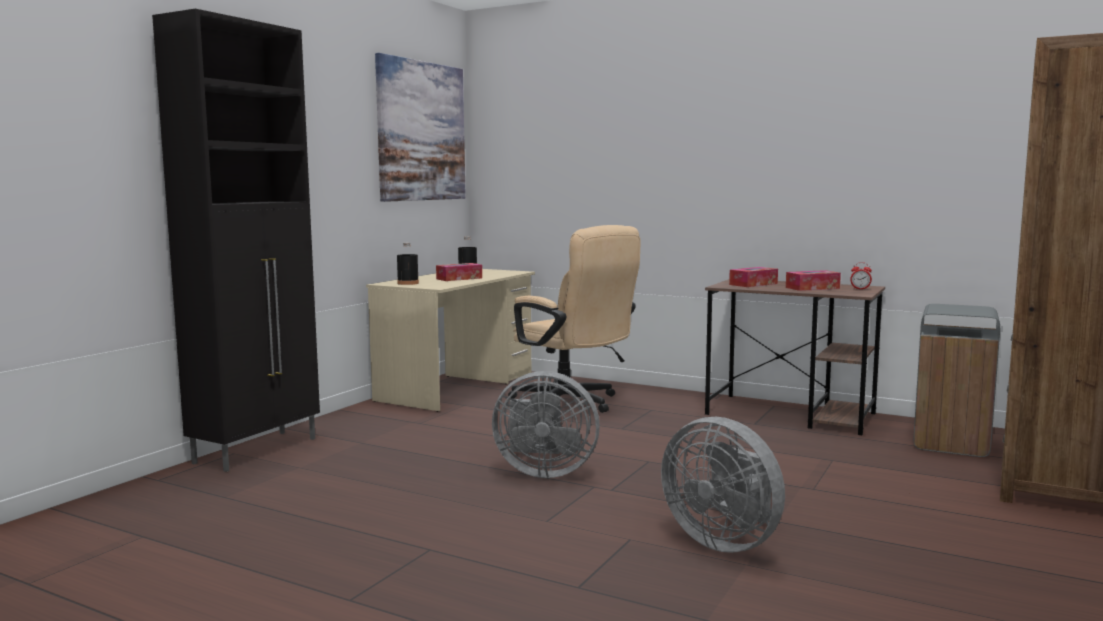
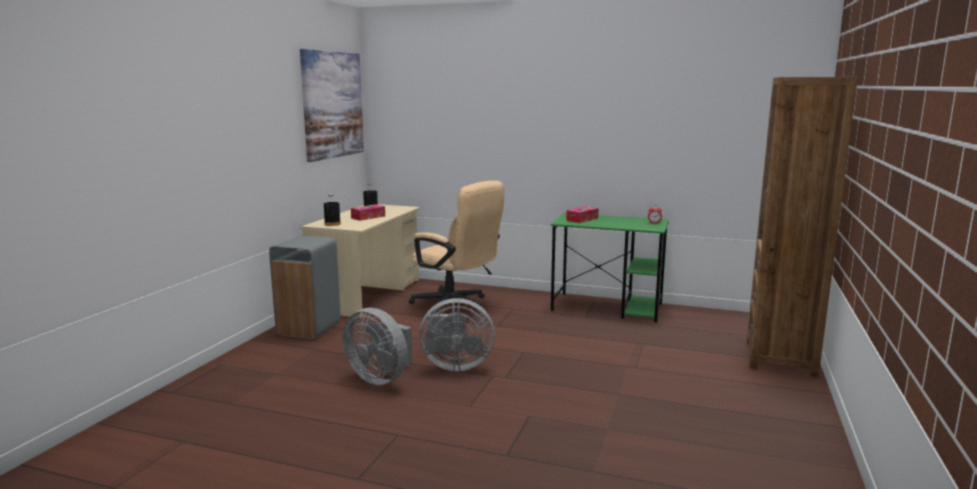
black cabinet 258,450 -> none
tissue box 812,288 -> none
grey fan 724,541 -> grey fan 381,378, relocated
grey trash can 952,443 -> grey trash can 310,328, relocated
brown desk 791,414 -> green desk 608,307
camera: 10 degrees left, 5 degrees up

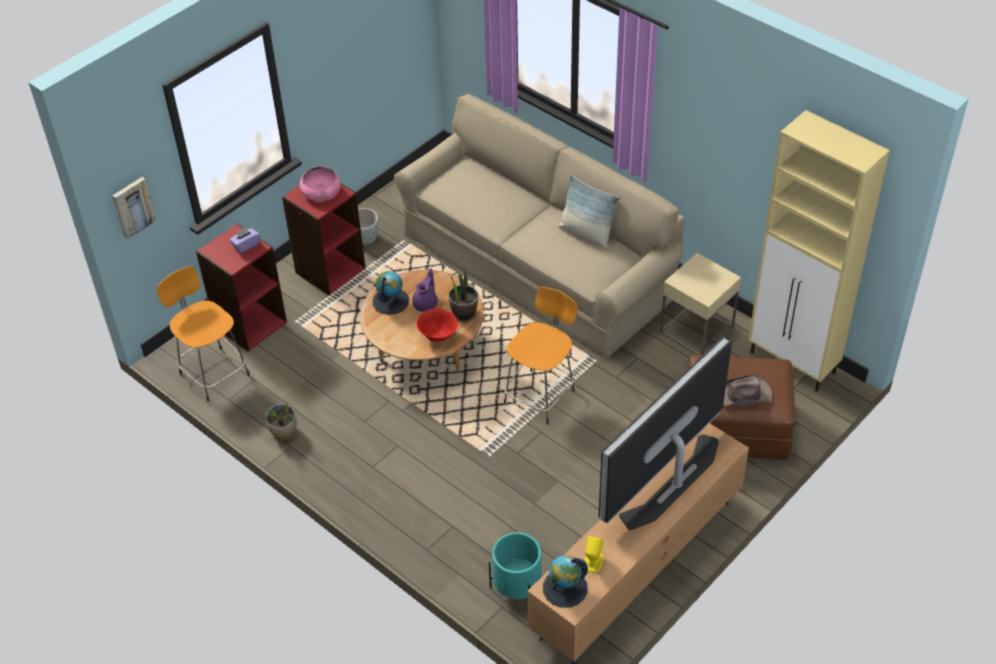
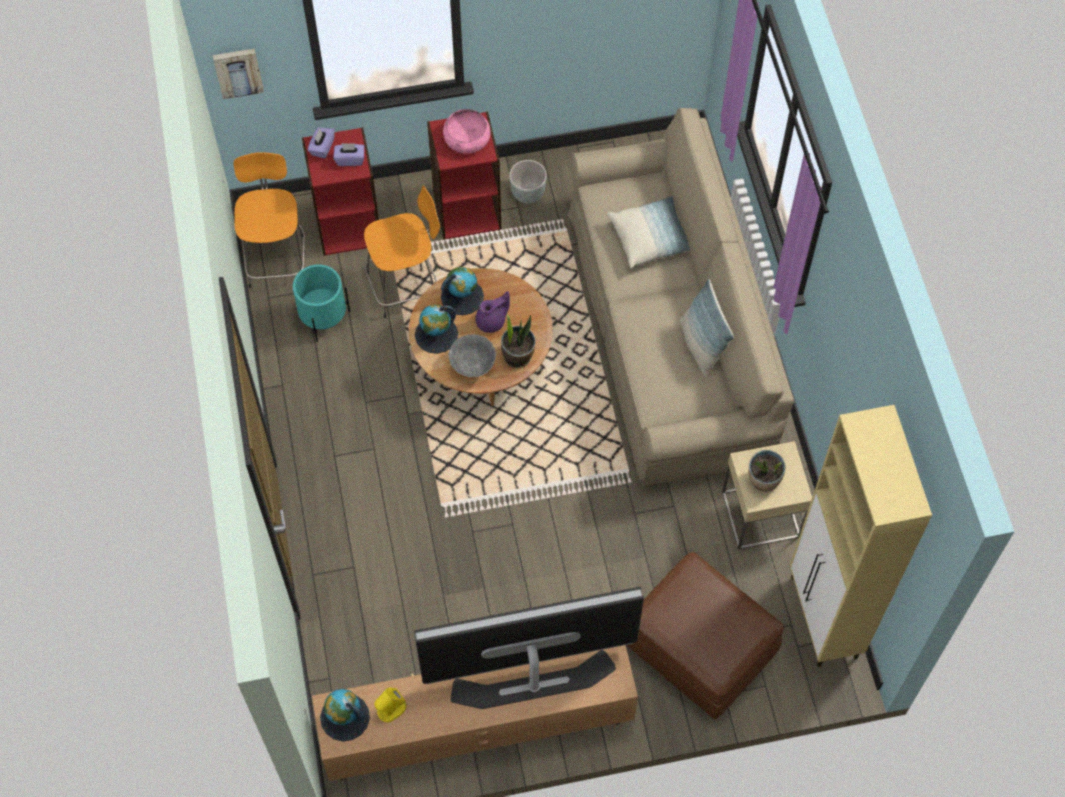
brown hat 744,395 -> none
none -> purple tissue box 322,148
none -> globe 436,334
none -> pillow 650,238
potted plant 284,432 -> potted plant 764,480, relocated
turquoise planter 517,589 -> turquoise planter 323,318, relocated
orange stool 540,395 -> orange stool 405,286, relocated
red bowl 438,336 -> grey bowl 472,366
camera: 35 degrees right, 15 degrees up

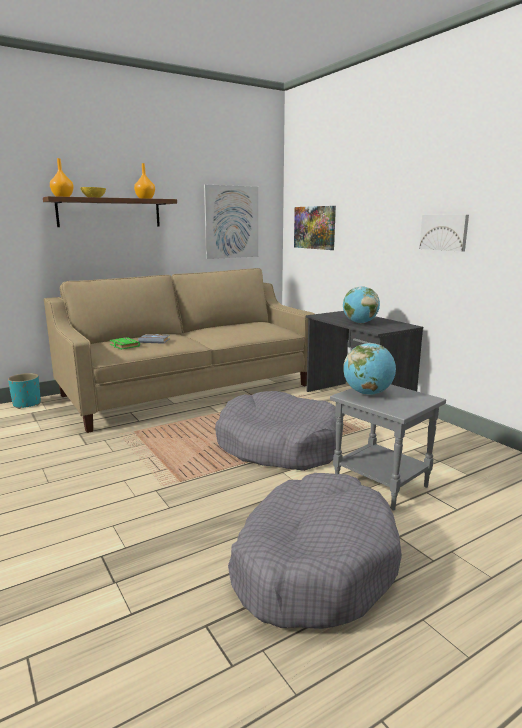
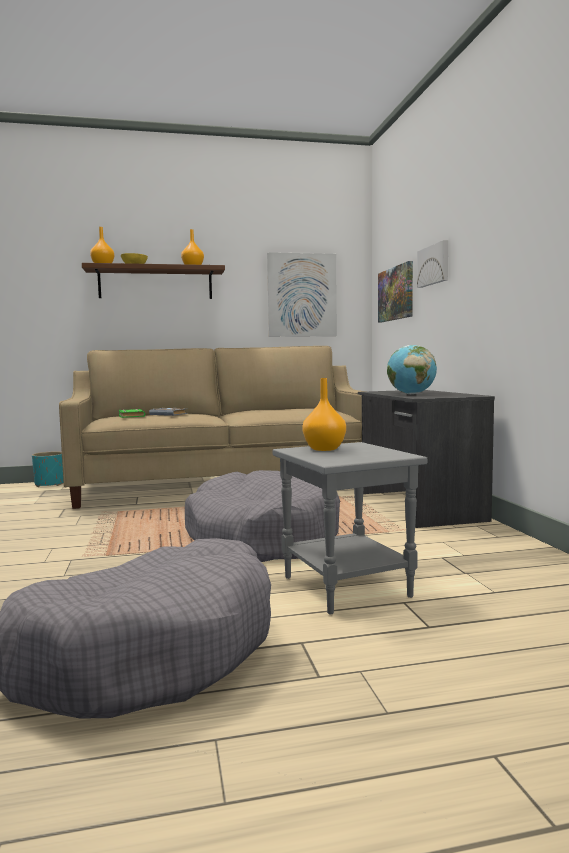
picture 444,232 -> picture 434,265, relocated
globe 368,393 -> orange vase 325,449
camera: 20 degrees right, 10 degrees down

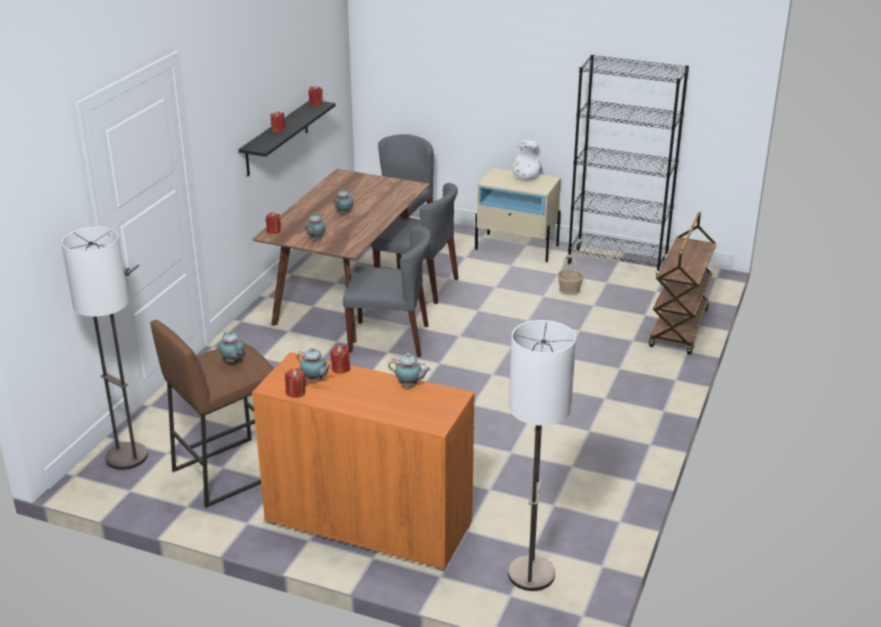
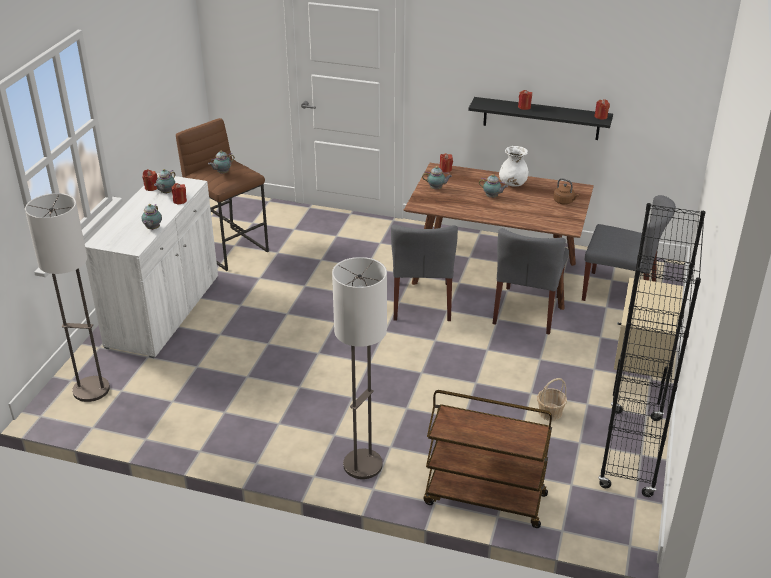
none -> brown kettle 564,201
floor lamp 127,457 -> floor lamp 363,465, relocated
white vase 526,178 -> white vase 512,184, relocated
orange cabinet 368,523 -> white cabinet 164,311
camera: 85 degrees right, 5 degrees up

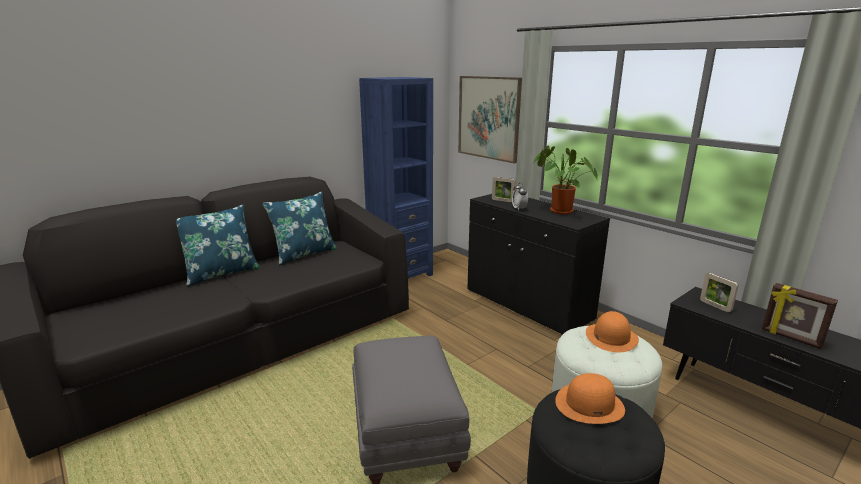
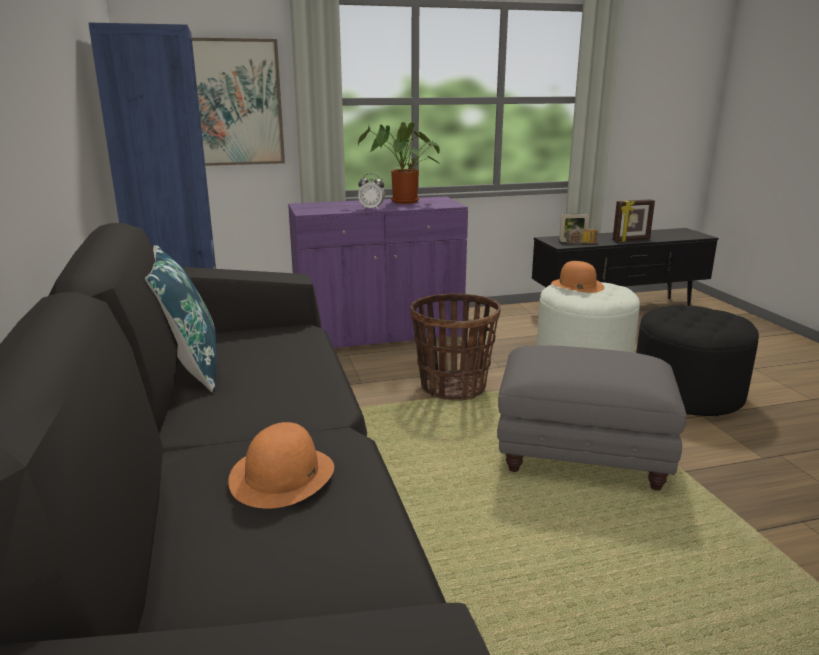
blue pillow 221,273 -> none
picture frame 502,200 -> none
none -> basket 452,387
none -> radio 581,243
orange hat 589,404 -> orange hat 282,475, relocated
black cabinet 527,305 -> purple cabinet 379,334
camera: 65 degrees left, 0 degrees up

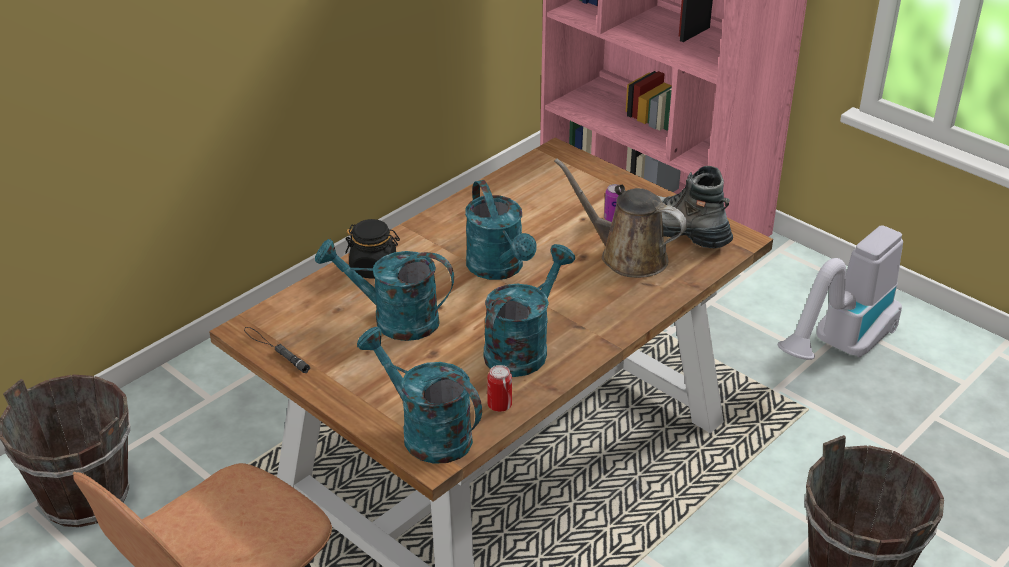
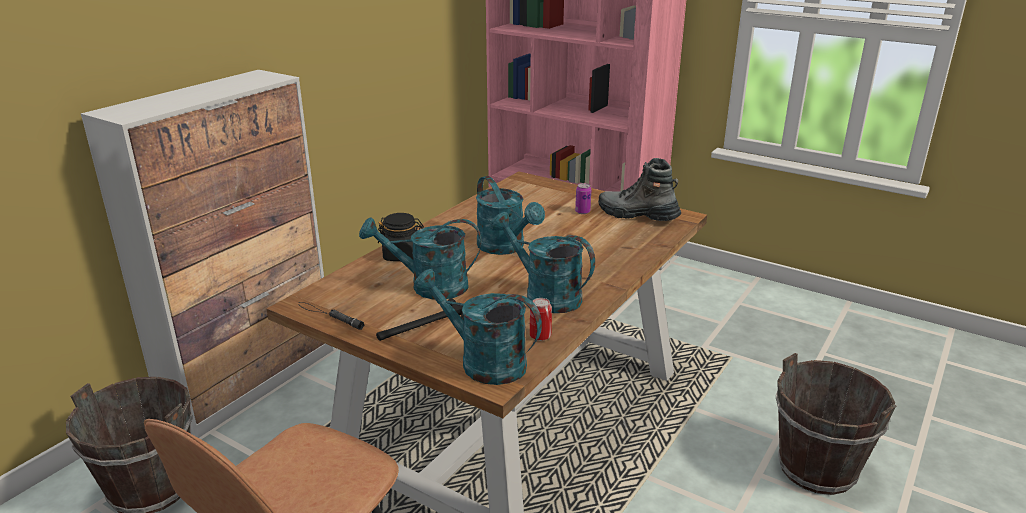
brown watering can 627,256 -> none
vacuum cleaner 839,348 -> none
none -> cabinet 253,382
none -> hammer 422,325
turquoise watering can 522,348 -> turquoise watering can 544,295, 75 degrees counterclockwise
camera: 10 degrees left, 10 degrees down

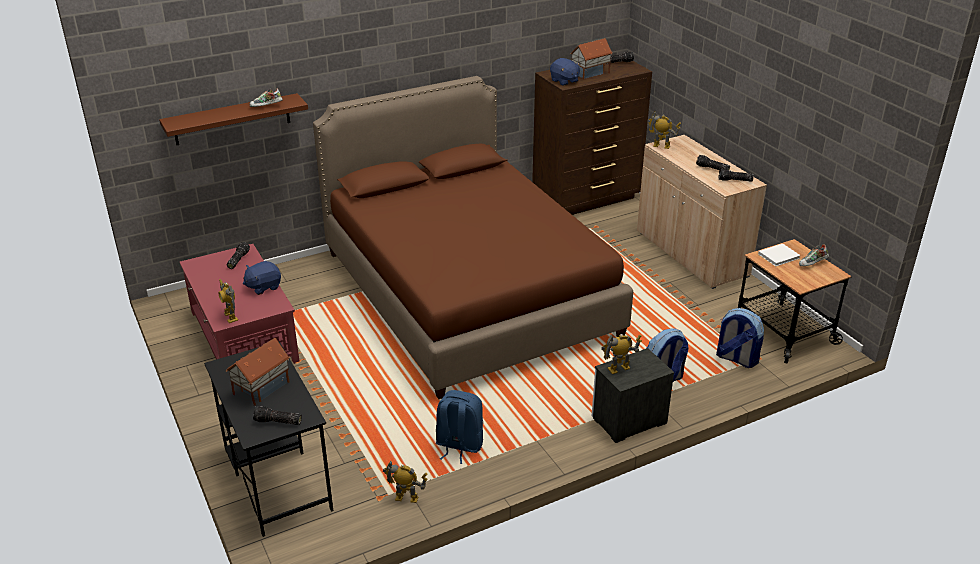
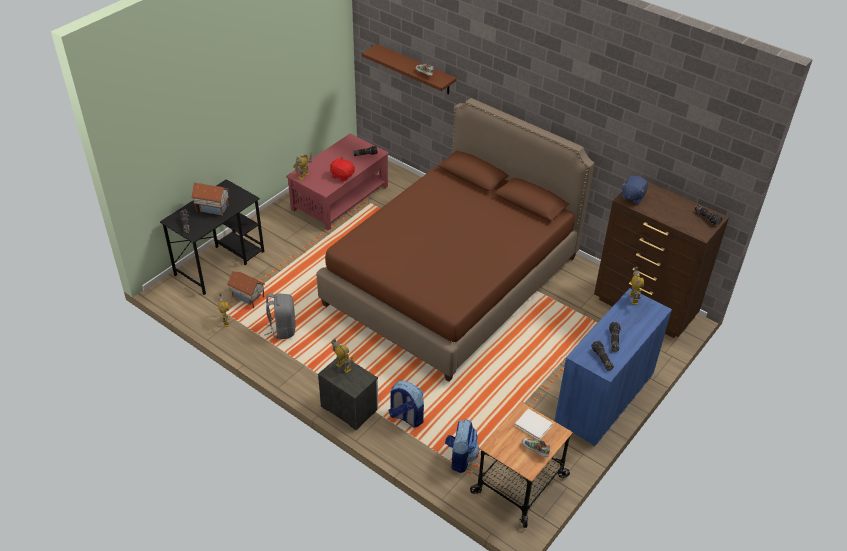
toy house 590,73 -> toy house 247,298, relocated
blue plush toy 263,287 -> red plush toy 342,176
blue backpack 458,445 -> grey backpack 282,329
beige cabinet 691,253 -> blue cabinet 604,398
camera: 65 degrees right, 10 degrees up

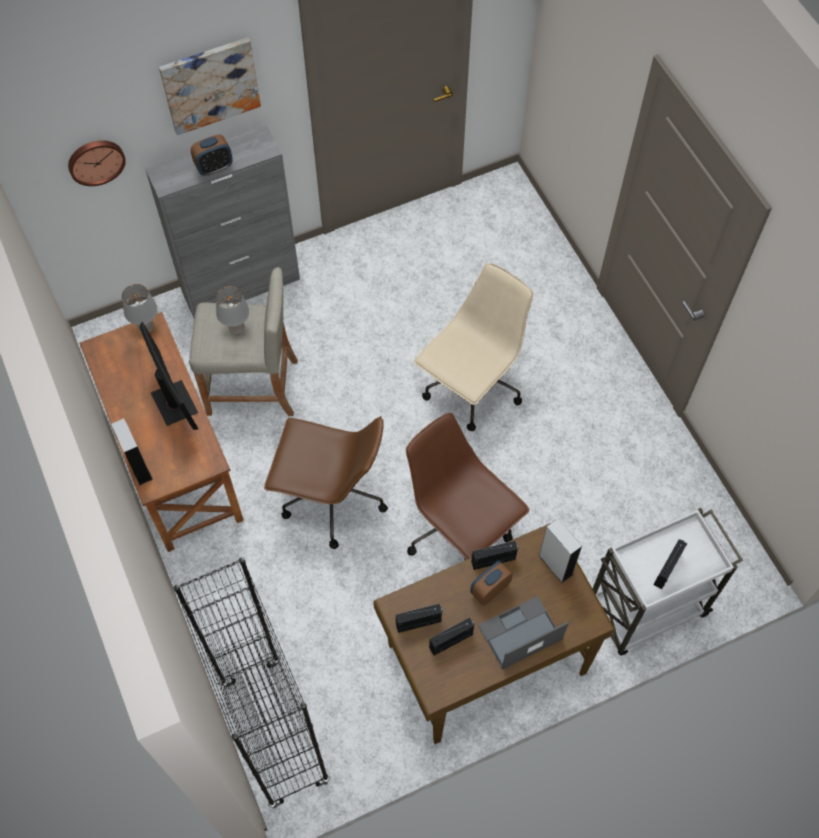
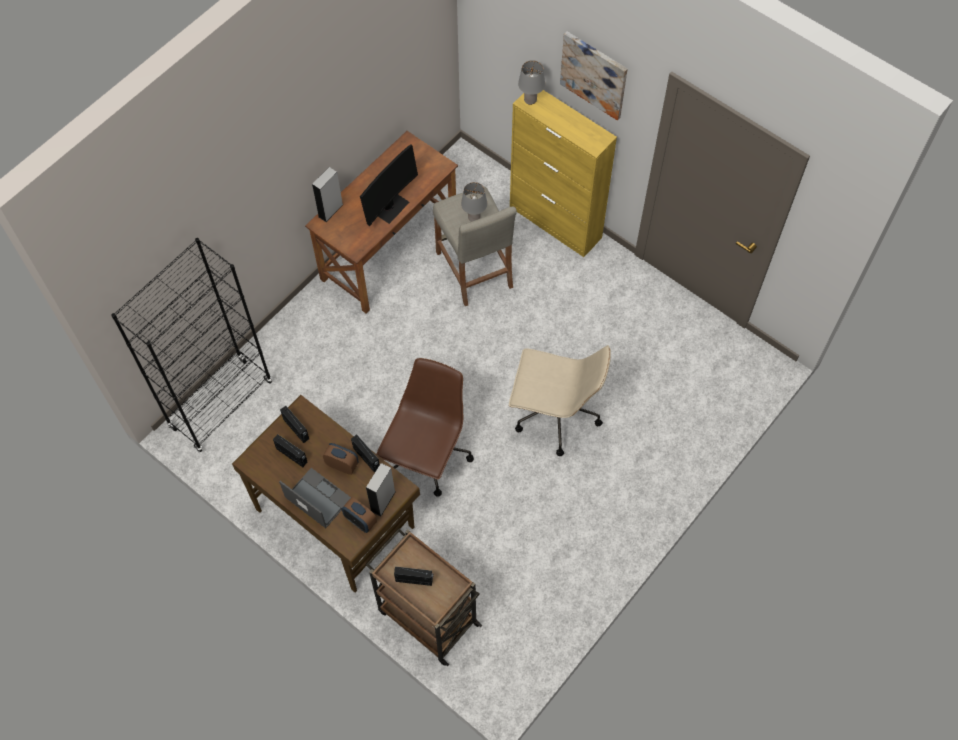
wall clock 96,161 -> none
brown office chair 331,498 -> none
grey table lamp 146,327 -> grey table lamp 530,100, relocated
alarm clock 214,167 -> alarm clock 360,521, relocated
grey cabinet 242,285 -> yellow cabinet 555,222
white cart 645,609 -> brown cart 427,616
camera: 65 degrees right, 0 degrees up

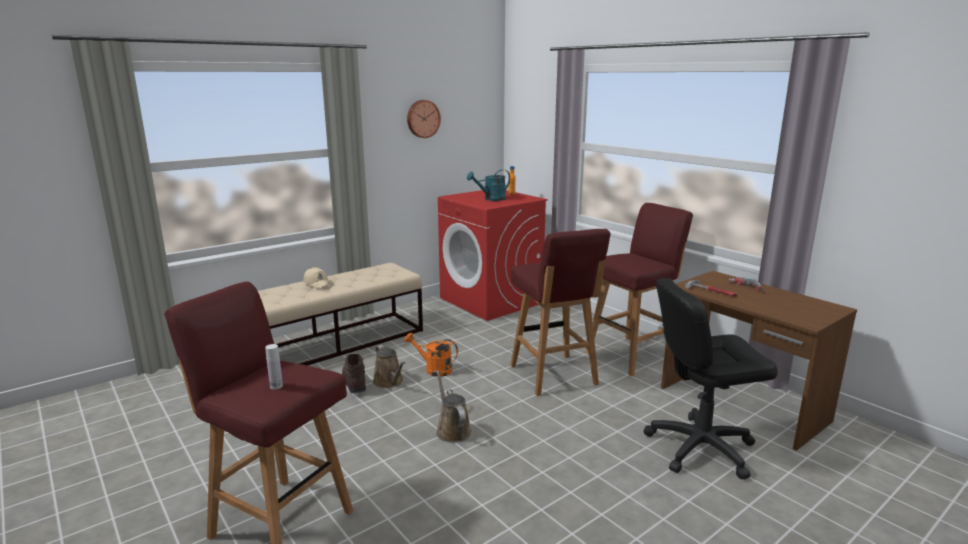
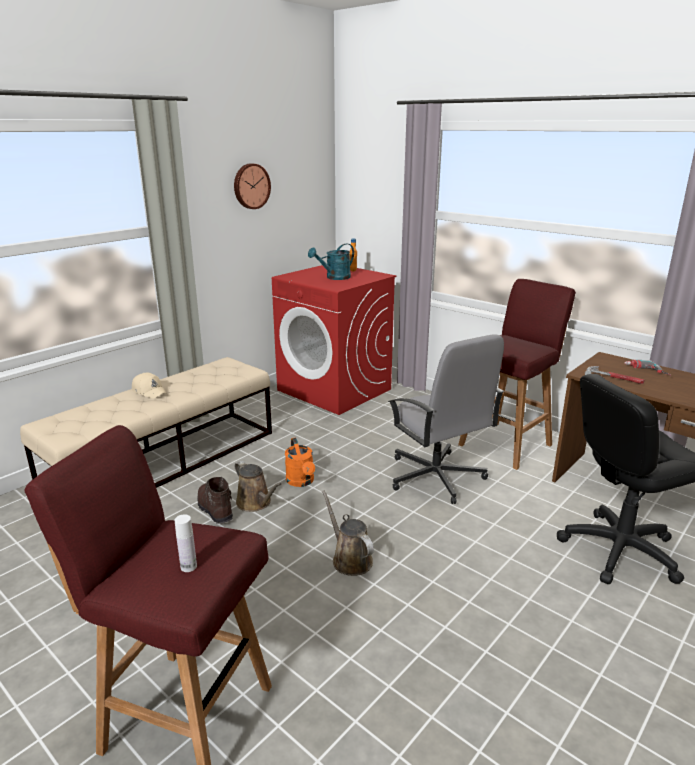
red stool 554,376 -> grey office chair 436,477
orange watering can 434,369 -> orange watering can 301,482, 120 degrees counterclockwise
camera: 10 degrees left, 5 degrees up

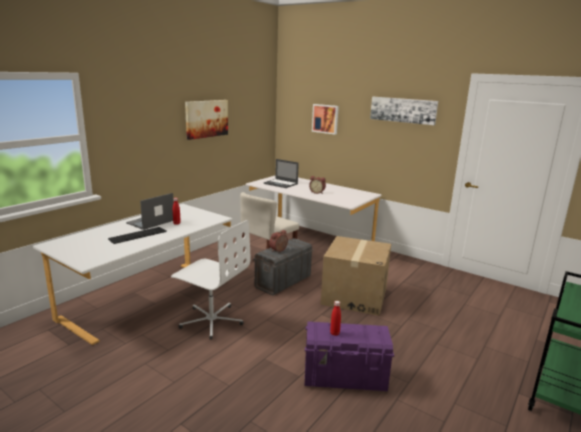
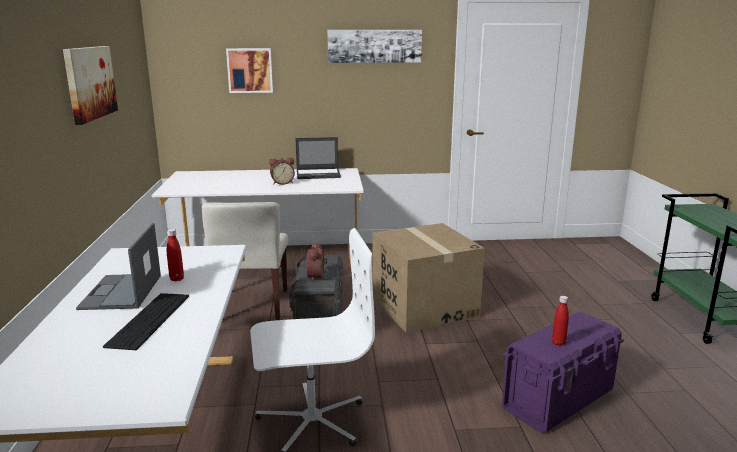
laptop 281,183 -> laptop 319,174, relocated
camera: 40 degrees left, 0 degrees up

